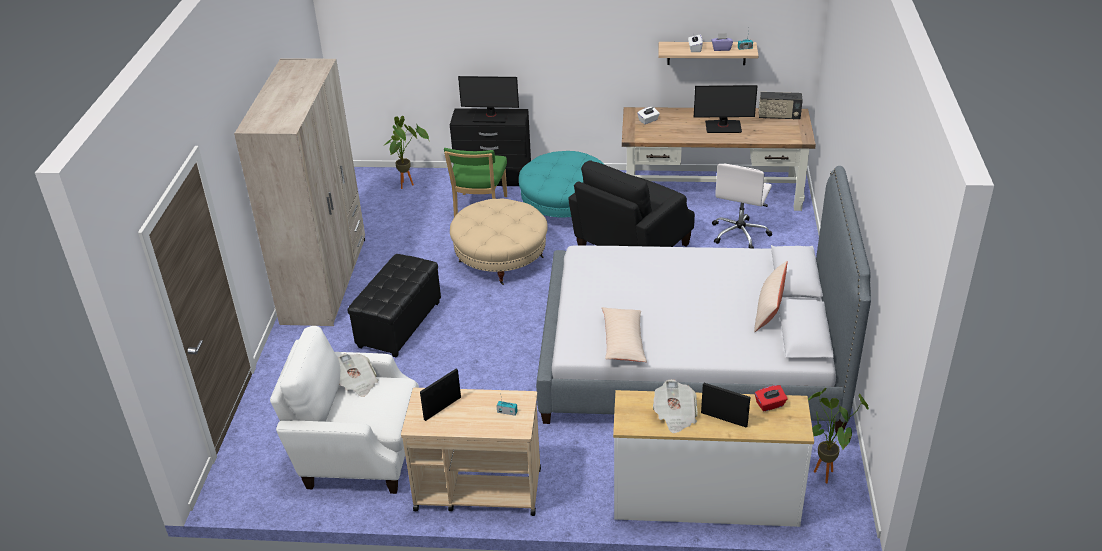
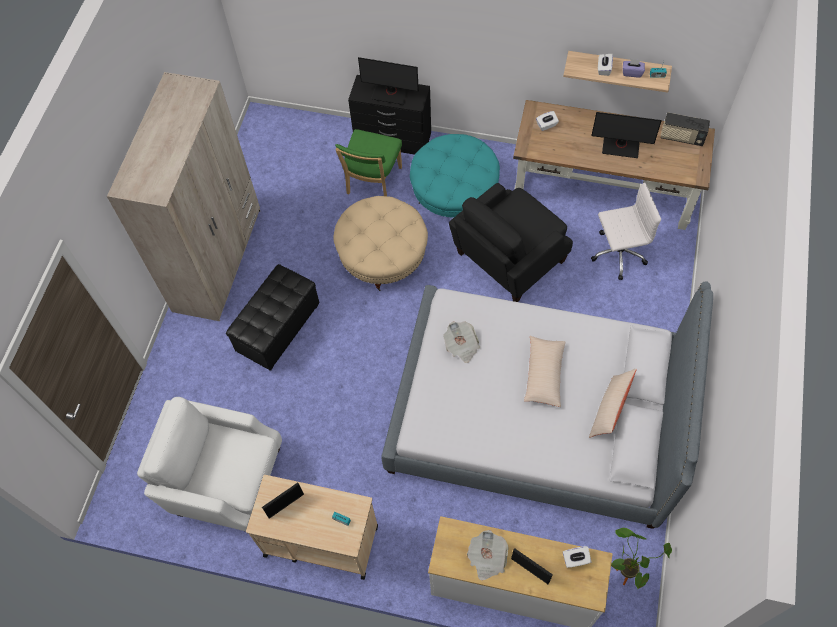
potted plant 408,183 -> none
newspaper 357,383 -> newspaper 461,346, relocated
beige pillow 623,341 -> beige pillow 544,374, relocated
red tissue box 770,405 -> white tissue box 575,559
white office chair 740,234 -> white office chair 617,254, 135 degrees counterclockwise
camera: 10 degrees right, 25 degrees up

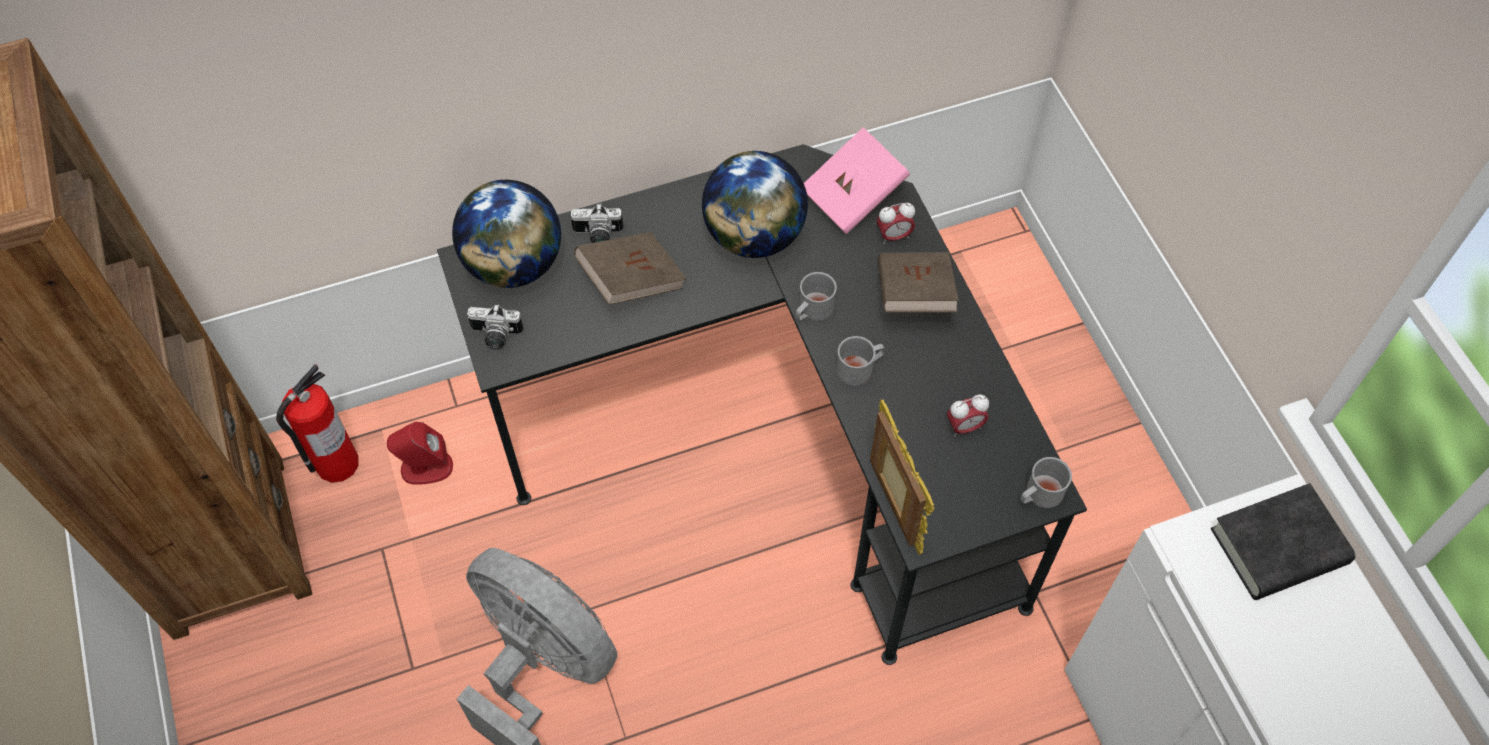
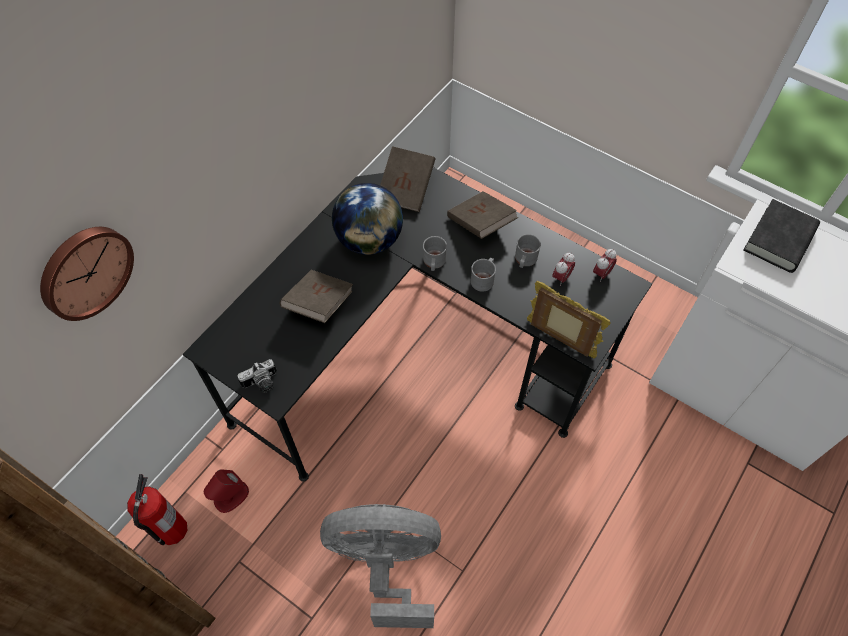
globe 514,265 -> none
photo camera 597,236 -> none
none -> wall clock 84,271
alarm clock 894,236 -> alarm clock 601,274, relocated
grey mug 1039,495 -> grey mug 524,260, relocated
pink book 853,196 -> brown book 406,189
camera: 35 degrees left, 0 degrees up

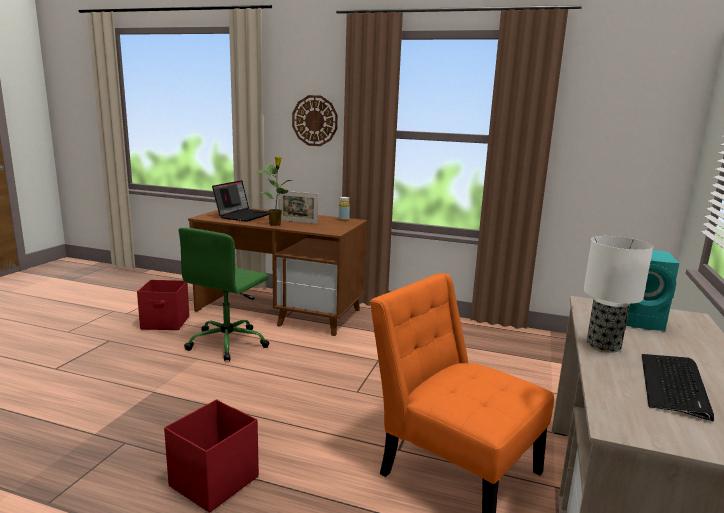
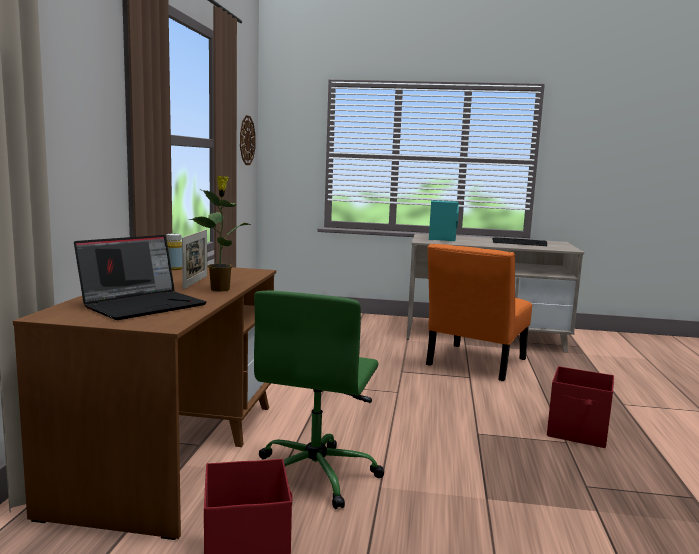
table lamp 604,346 -> none
wall clock 315,120 -> wall clock 246,140, relocated
green office chair 228,342 -> green office chair 316,474, 90 degrees clockwise
laptop 244,215 -> laptop 144,305, 120 degrees clockwise
camera: 100 degrees left, 5 degrees down

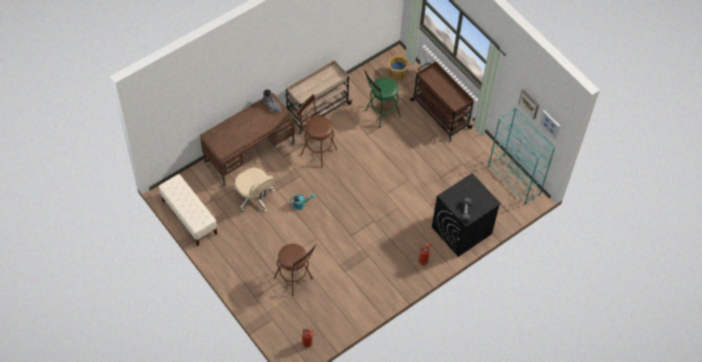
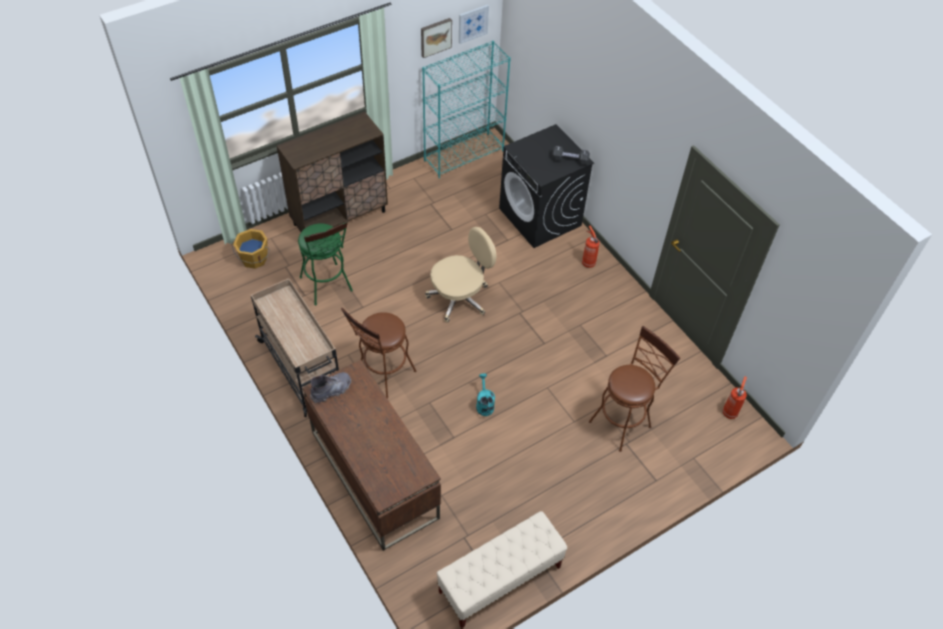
beige office chair 254,197 -> beige office chair 460,297, relocated
brown cart 440,113 -> brown cabinet 340,218
camera: 85 degrees left, 5 degrees down

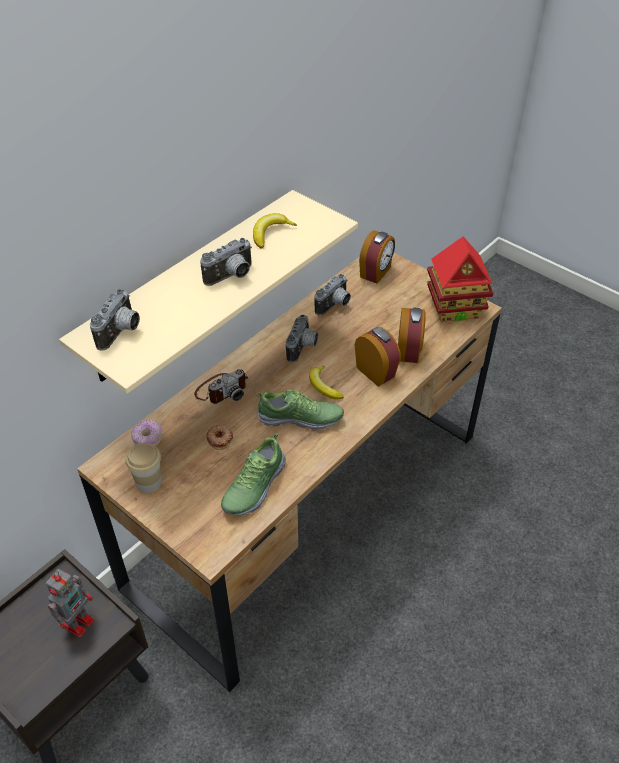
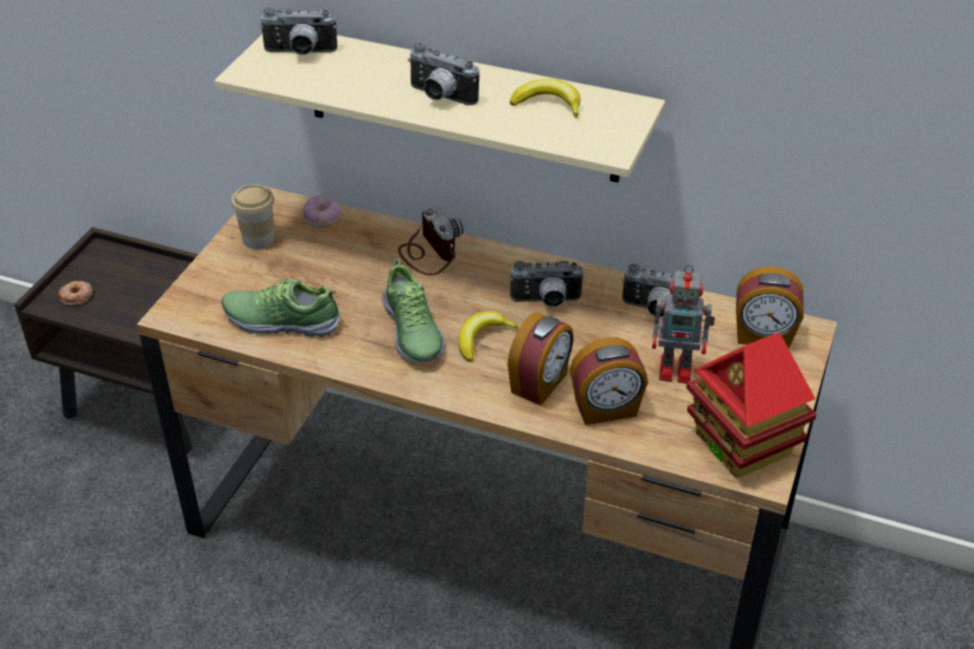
toy robot 78,621 -> toy robot 678,369, relocated
donut 220,438 -> donut 76,296, relocated
photo camera 222,390 -> photo camera 429,252, 150 degrees counterclockwise
camera: 70 degrees right, 5 degrees down

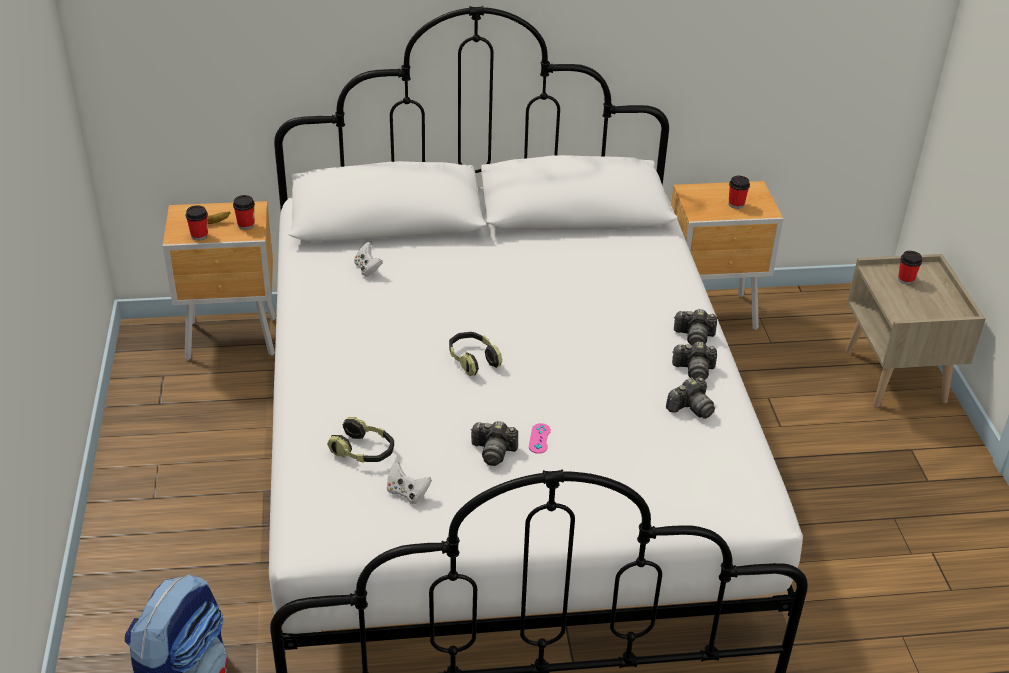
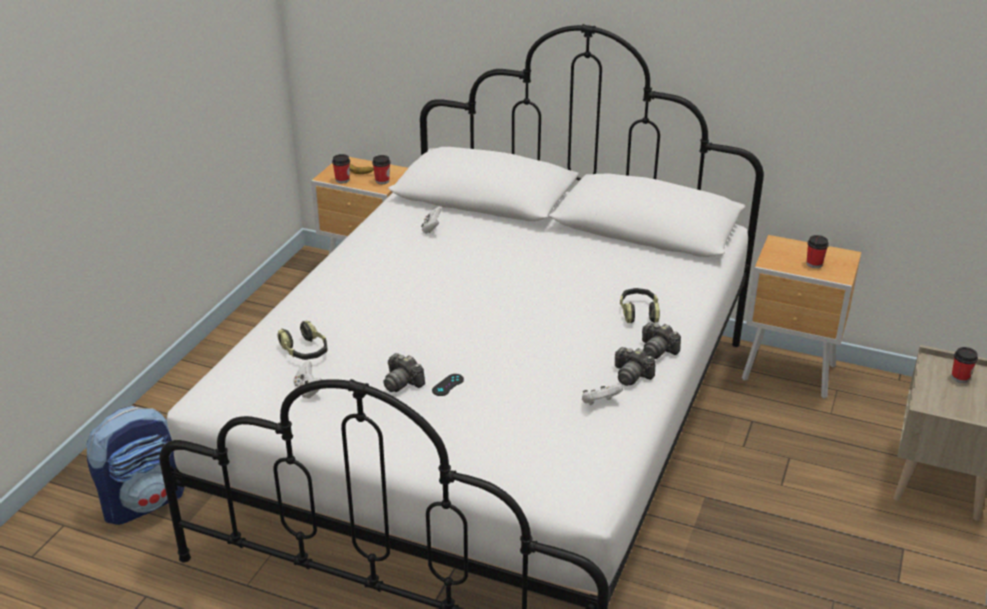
headphones 472,360 -> headphones 638,313, relocated
photo camera 691,408 -> white game controller 599,403
pink game controller 539,438 -> black game controller 448,385
camera: 30 degrees right, 5 degrees down

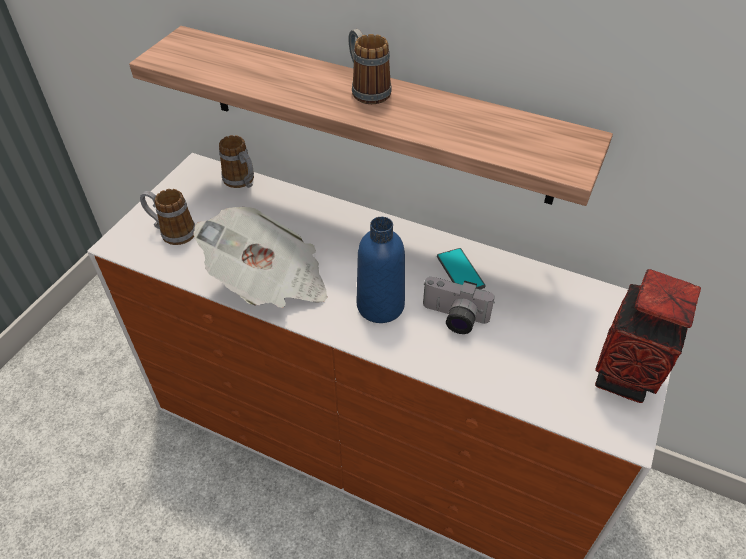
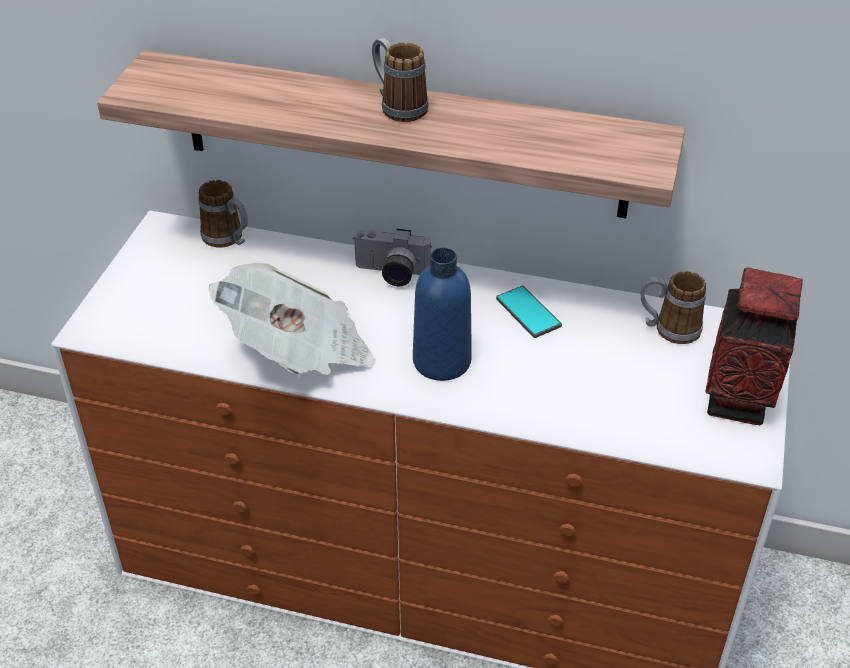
mug 172,232 -> mug 668,329, relocated
photo camera 453,318 -> photo camera 391,274, relocated
camera: 10 degrees left, 5 degrees down

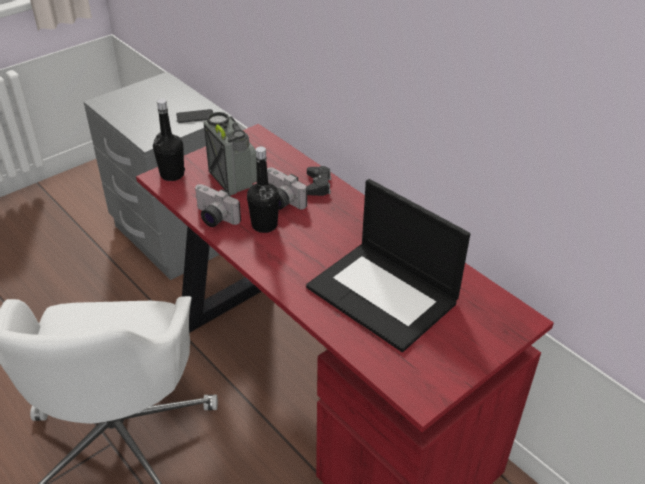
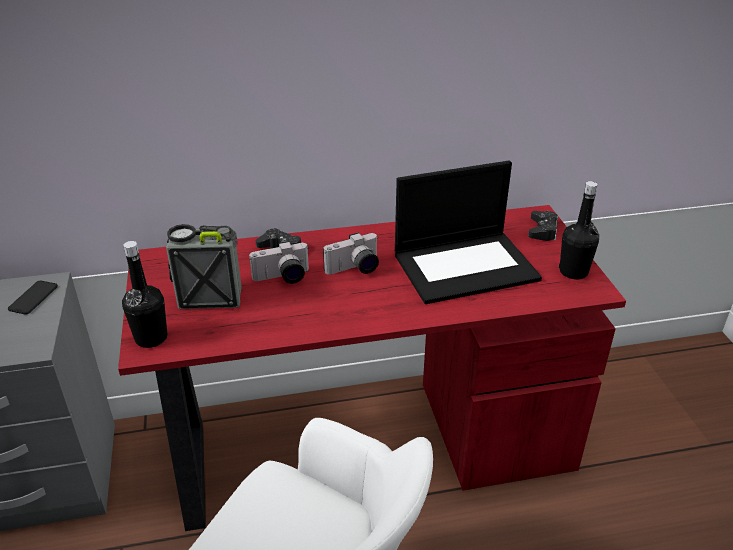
none -> black game controller 542,230
photo camera 213,218 -> photo camera 354,269, relocated
black bottle 264,225 -> black bottle 573,272, relocated
camera: 60 degrees left, 5 degrees down

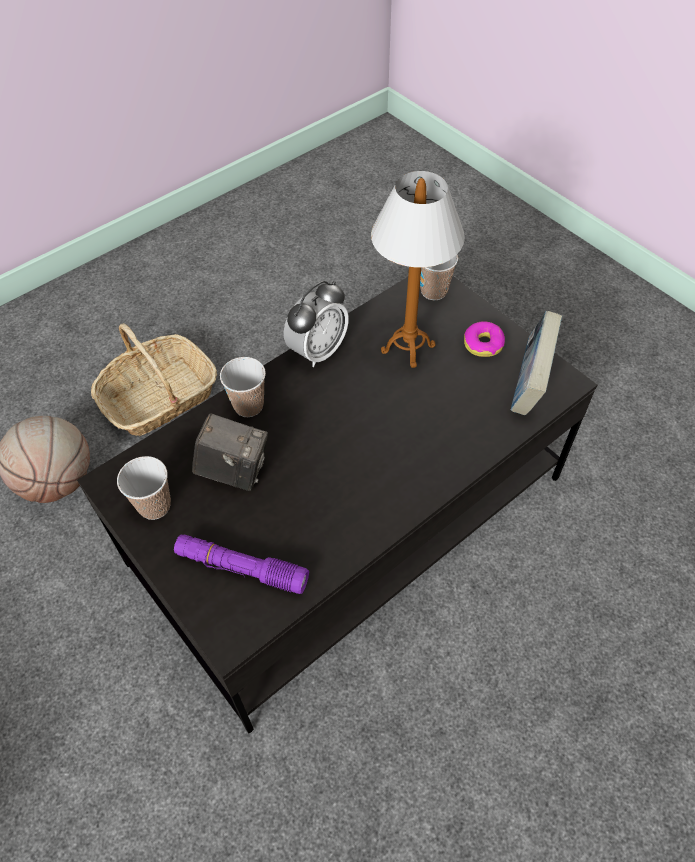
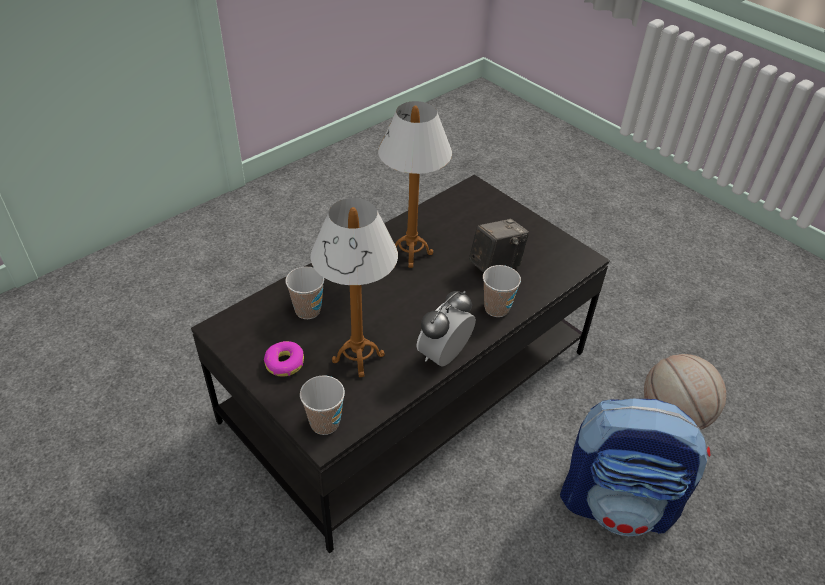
purple flashlight 241,568 -> none
book 529,386 -> none
none -> table lamp 411,253
cup 154,506 -> cup 308,310, relocated
basket 160,398 -> backpack 618,503
photo camera 234,470 -> photo camera 495,264, 135 degrees clockwise
camera: 175 degrees right, 10 degrees down

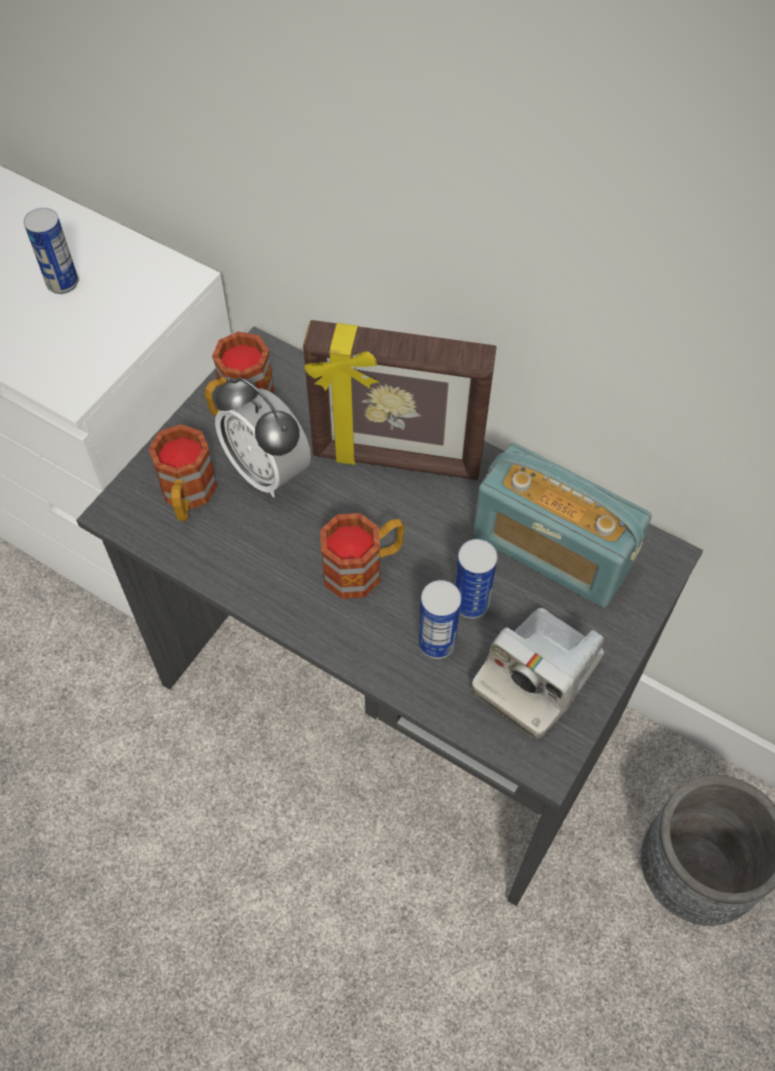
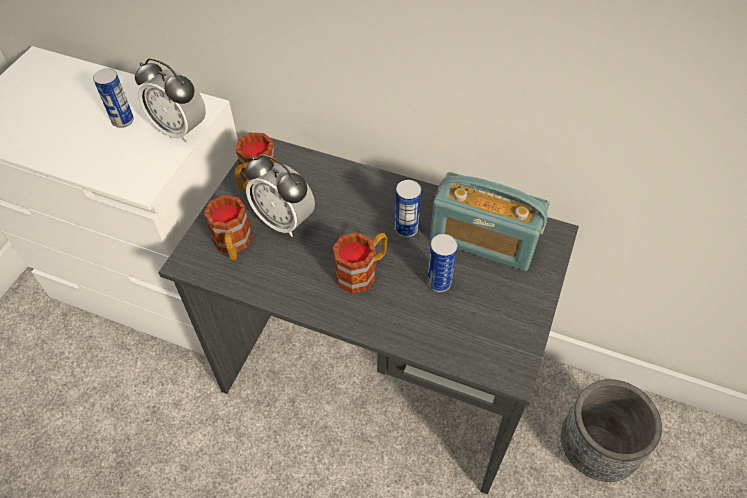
picture frame 396,460 -> none
photo camera 536,677 -> none
none -> alarm clock 180,129
can 436,643 -> can 406,229, relocated
camera: 10 degrees left, 5 degrees down

